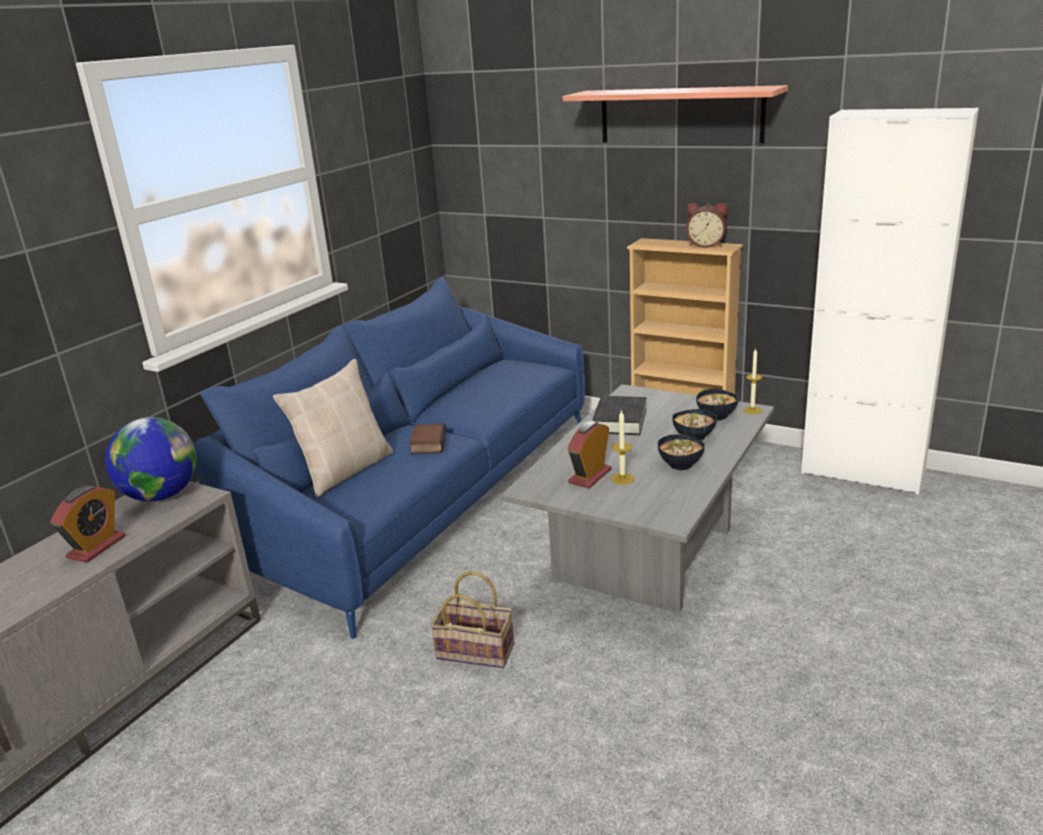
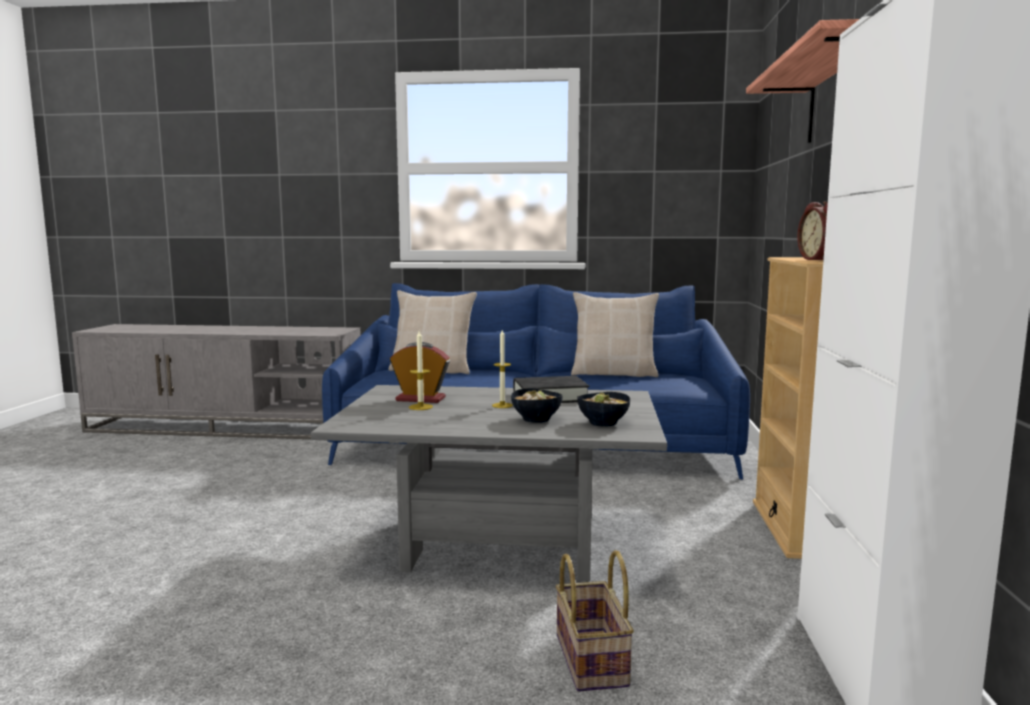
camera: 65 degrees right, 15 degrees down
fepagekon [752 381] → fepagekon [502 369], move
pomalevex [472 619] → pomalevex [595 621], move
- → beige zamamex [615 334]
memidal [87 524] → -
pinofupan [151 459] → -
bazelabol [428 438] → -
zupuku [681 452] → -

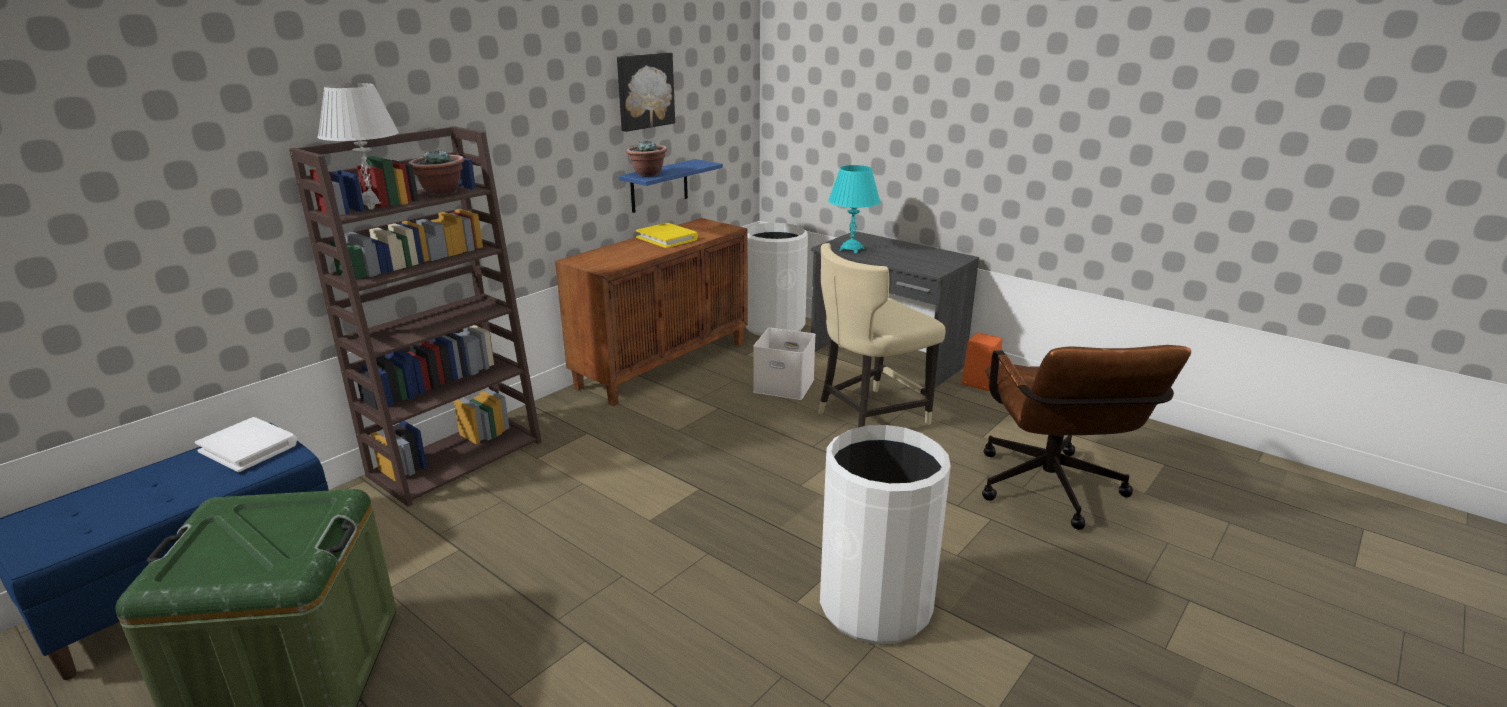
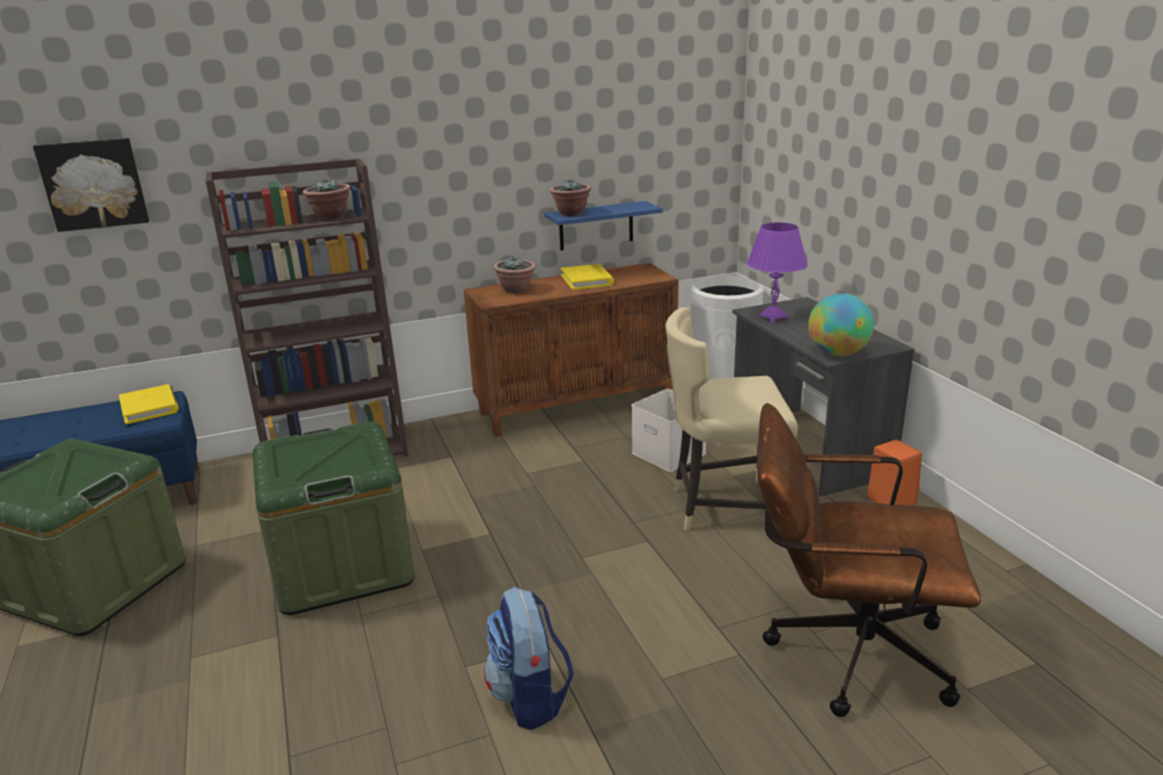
camera: 30 degrees right, 0 degrees up
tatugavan [646 92] → tatugavan [91 185], move
white bazelabol [246 444] → yellow bazelabol [149 404]
- → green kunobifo [333 518]
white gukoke [885 534] → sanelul [529 658]
- → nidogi [514 275]
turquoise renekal [854 209] → purple renekal [777 272]
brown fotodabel [1086 437] → brown fotodabel [869 560], 75 degrees clockwise
- → pinofupan [841 324]
white renekal [358 146] → -

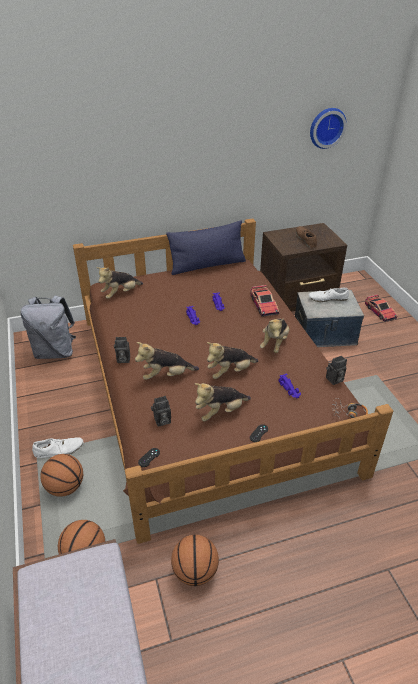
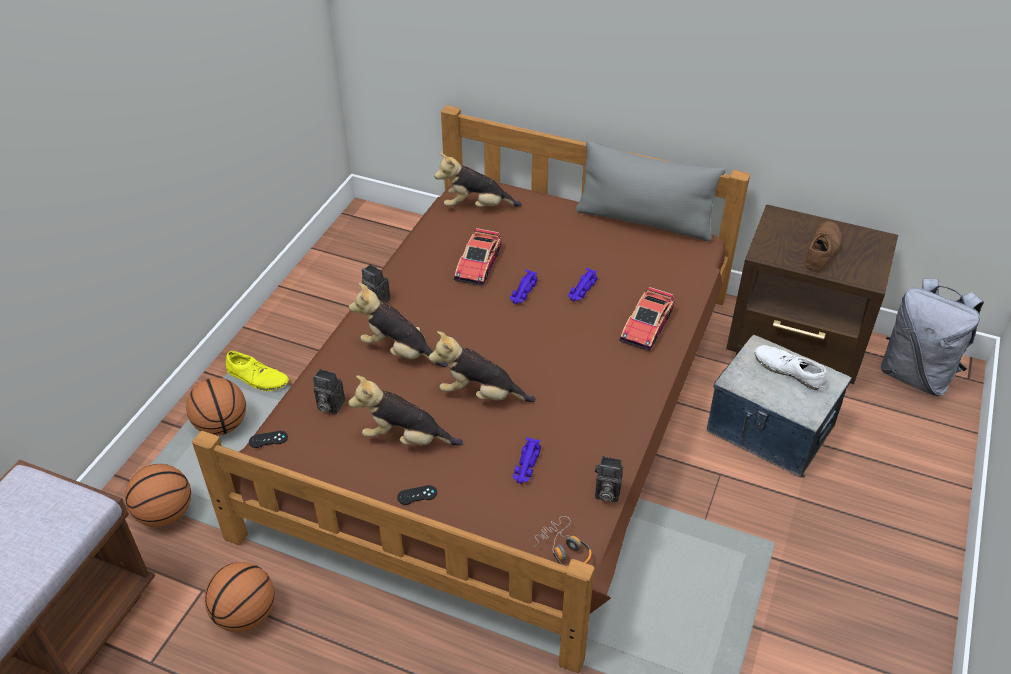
camera: 40 degrees right, 5 degrees up
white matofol [57 448] → yellow matofol [257 371]
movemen [381 308] → movemen [478 257], move
blue zamamex [206 247] → grey zamamex [651 191]
grey sanelul [48 327] → grey sanelul [932 337], move
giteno [274 335] → -
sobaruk [328 128] → -

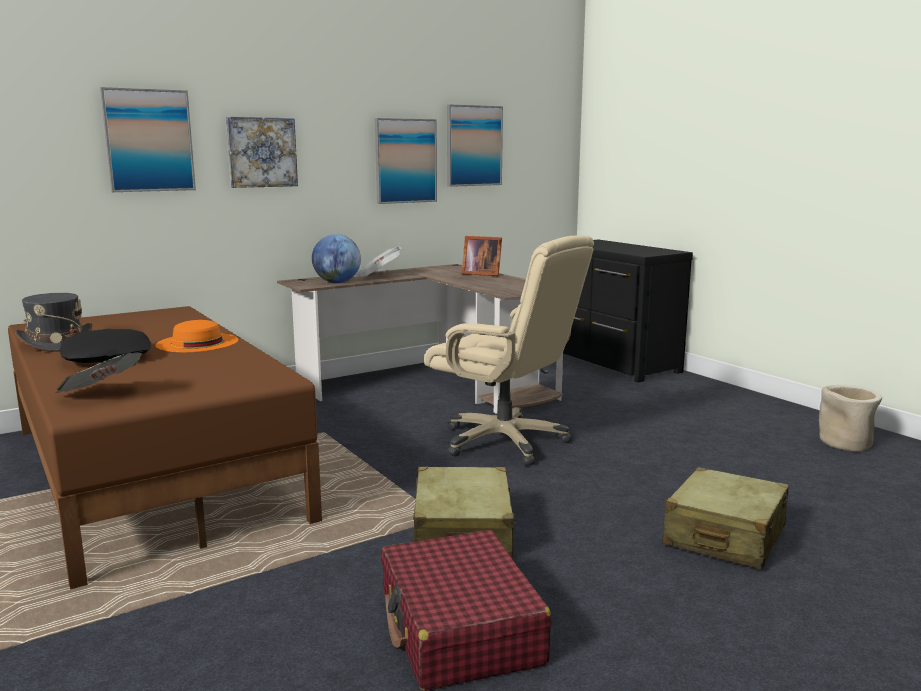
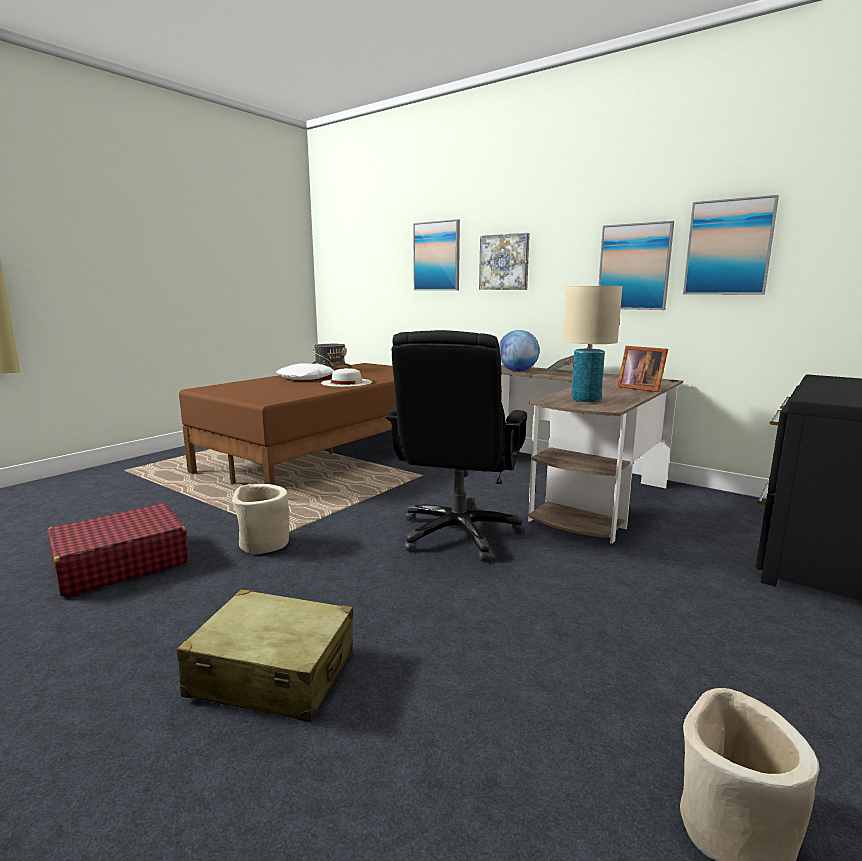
camera: 70 degrees right, 0 degrees up
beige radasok [464 512] → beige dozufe [260 519]
black zamamex [105 346] → white zamamex [305 371]
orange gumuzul [197 336] → white gumuzul [346 377]
beige fotodabel [509 350] → black fotodabel [456 445]
- → beige renekal [593 344]
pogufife [482 256] → pogufife [642 369], 45 degrees counterclockwise
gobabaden [98 373] → -

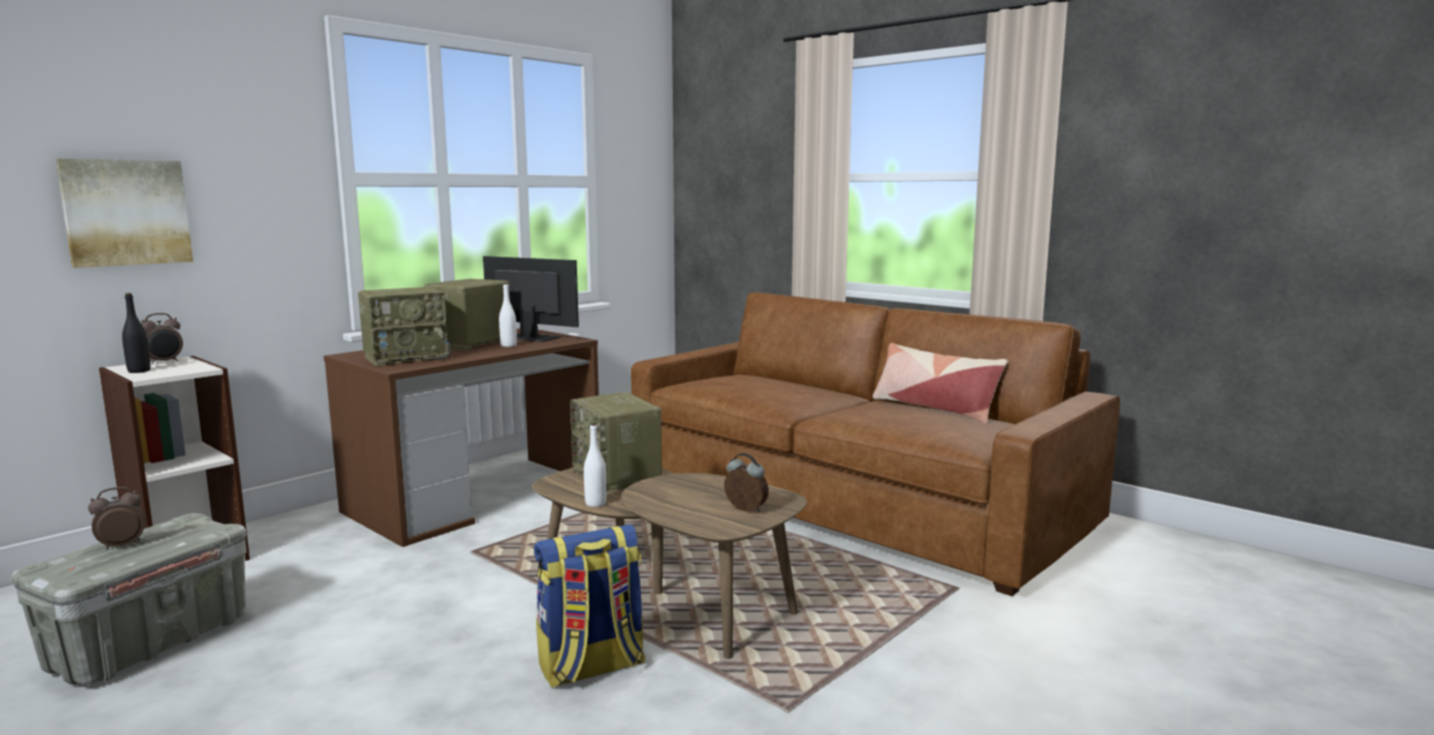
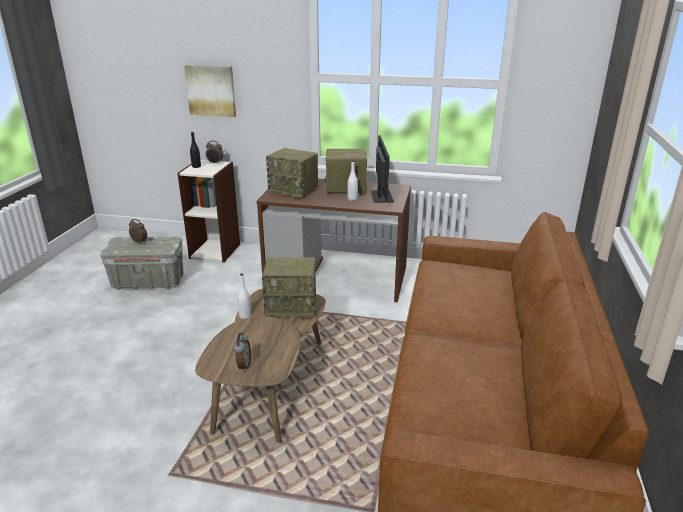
camera: 60 degrees right, 15 degrees up
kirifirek [616 442] → kirifirek [289 288], 120 degrees counterclockwise
sanelul [589 606] → -
zamamex [940 383] → -

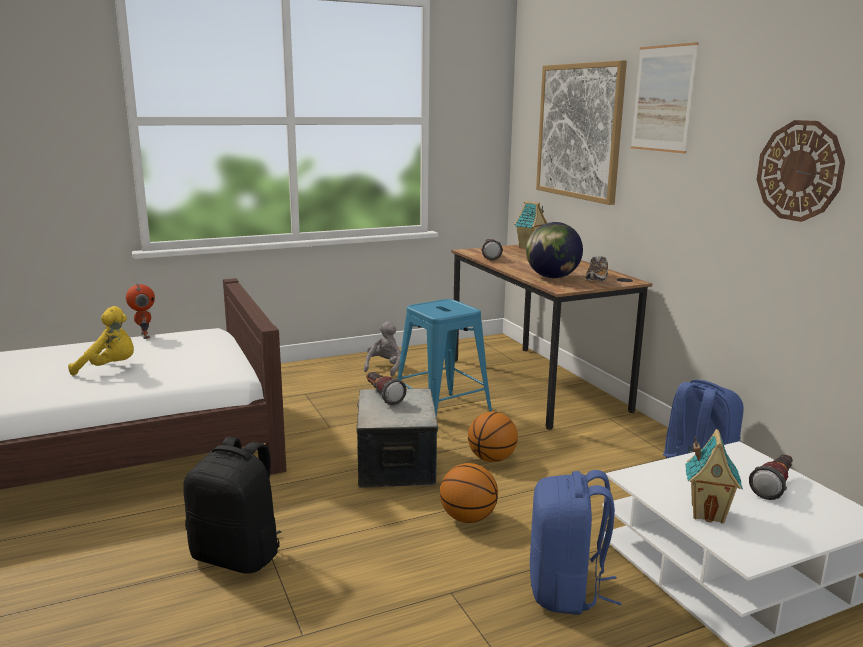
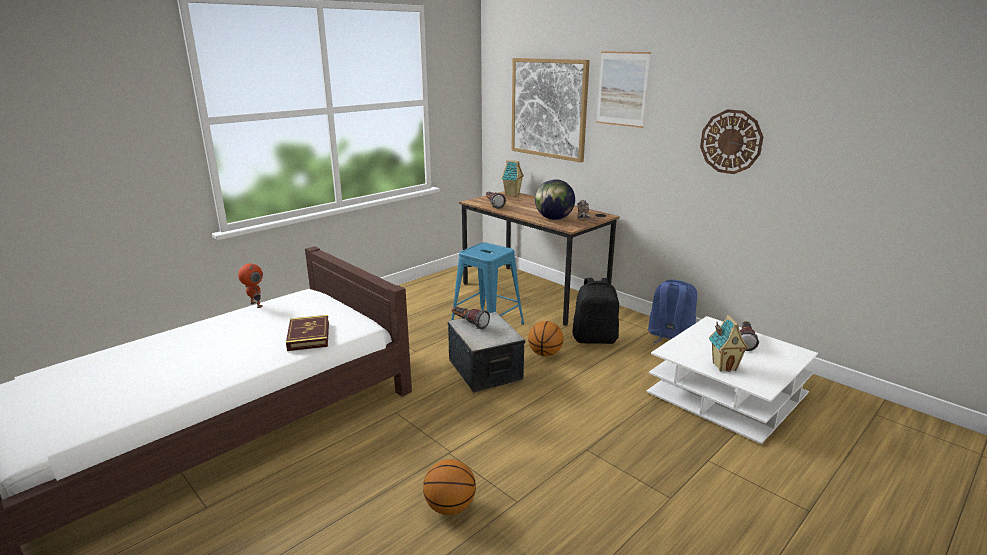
camera: 20 degrees left, 5 degrees up
- → bazelabol [307 333]
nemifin [469 493] → nemifin [449 487], move
black sanelul [232 505] → black sanelul [595 311], move
yellow giteno [101 341] → -
grey giteno [382 348] → -
blue sanelul [575 542] → -

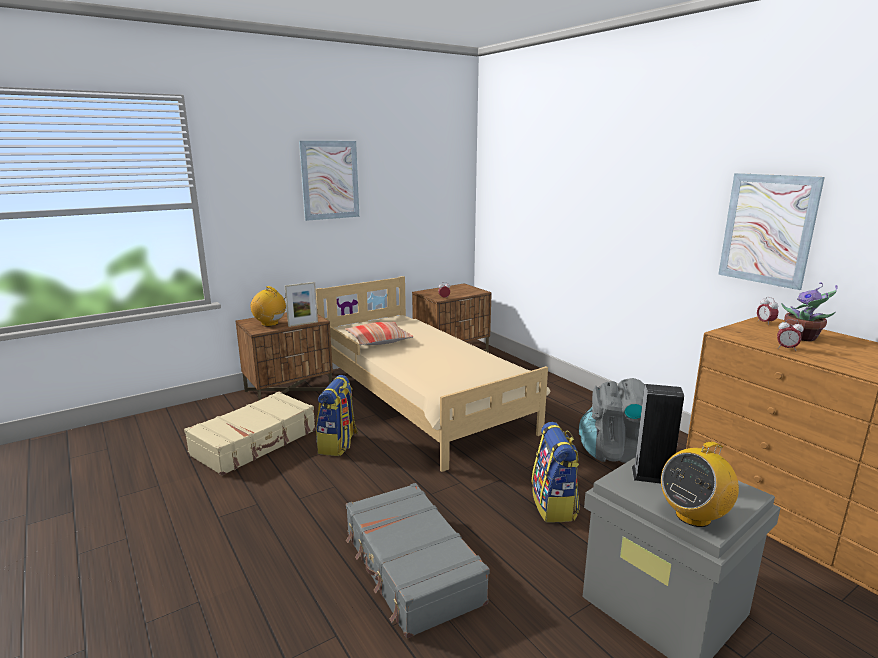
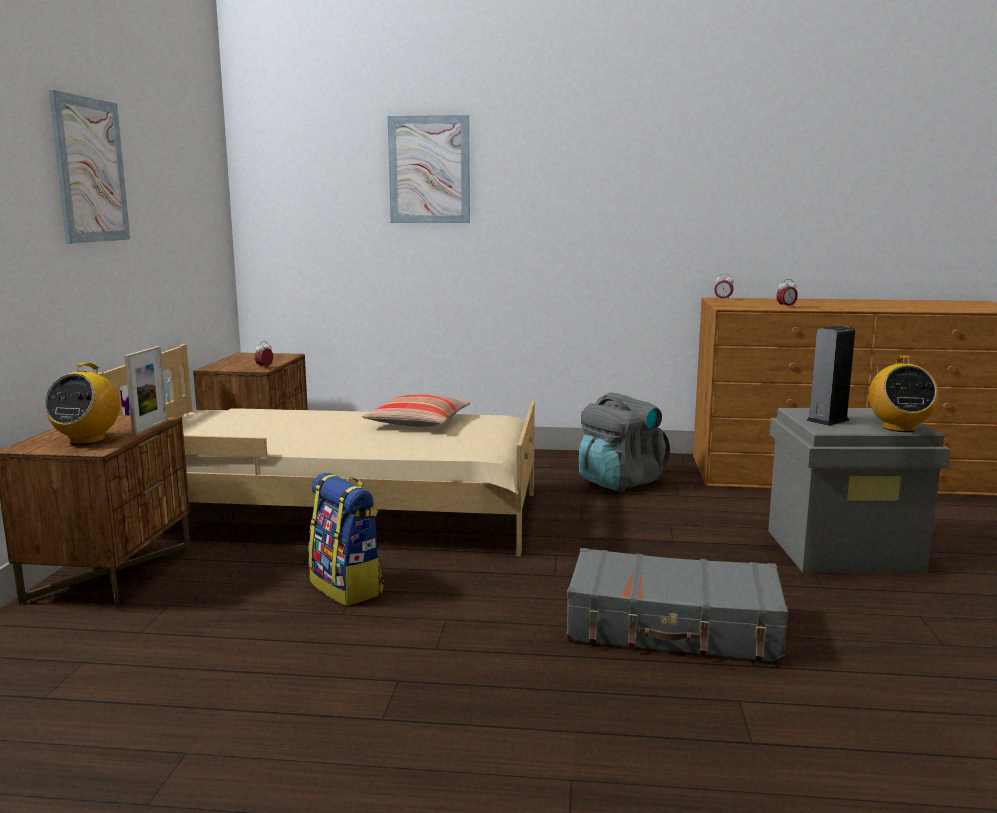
camera: 50 degrees left, 5 degrees down
kirifirek [268 306] → kirifirek [82 404], 60 degrees counterclockwise
zamamex [379 333] → zamamex [416 410], move
tatugavan [771 231] → tatugavan [429 169], move
beige radasok [250 434] → -
sanelul [555 472] → -
nidogi [809 311] → -

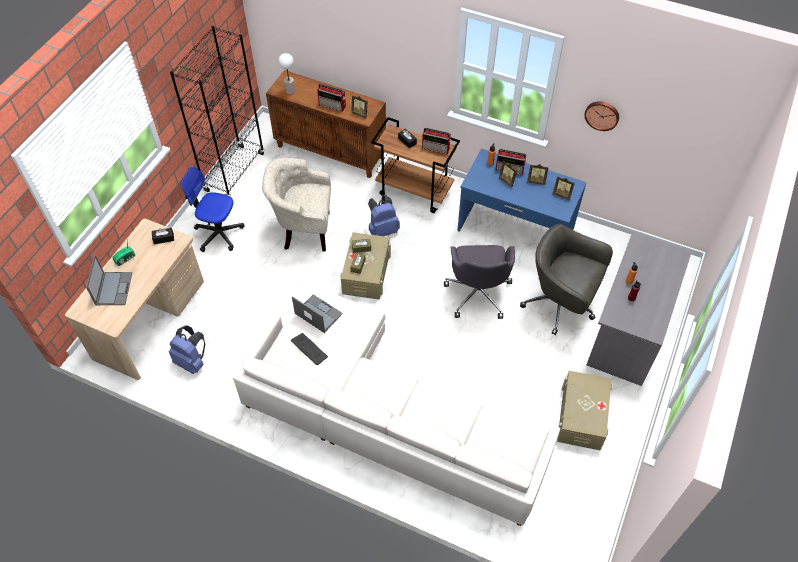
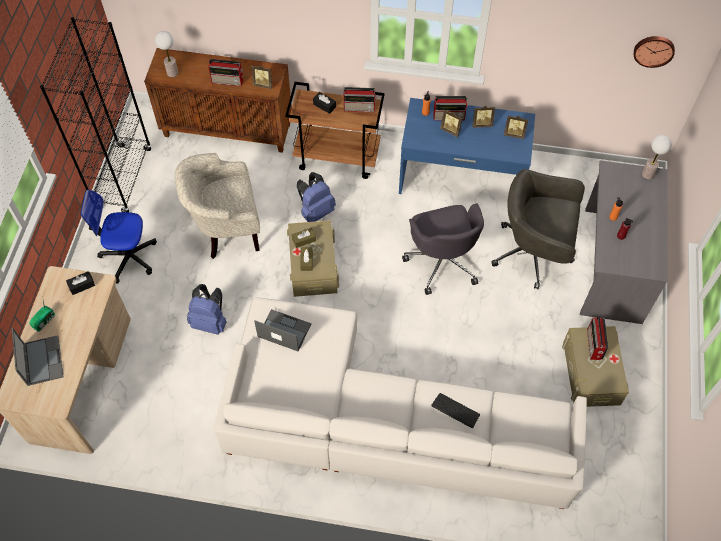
camera: 15 degrees left, 5 degrees up
blue sanelul [187 349] → blue sanelul [207 309], move
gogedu [309 349] → gogedu [455 410], move
- → kirifirek [597 338]
sobaruk [601 116] → sobaruk [654 52], move
- → renekal [657 157]

